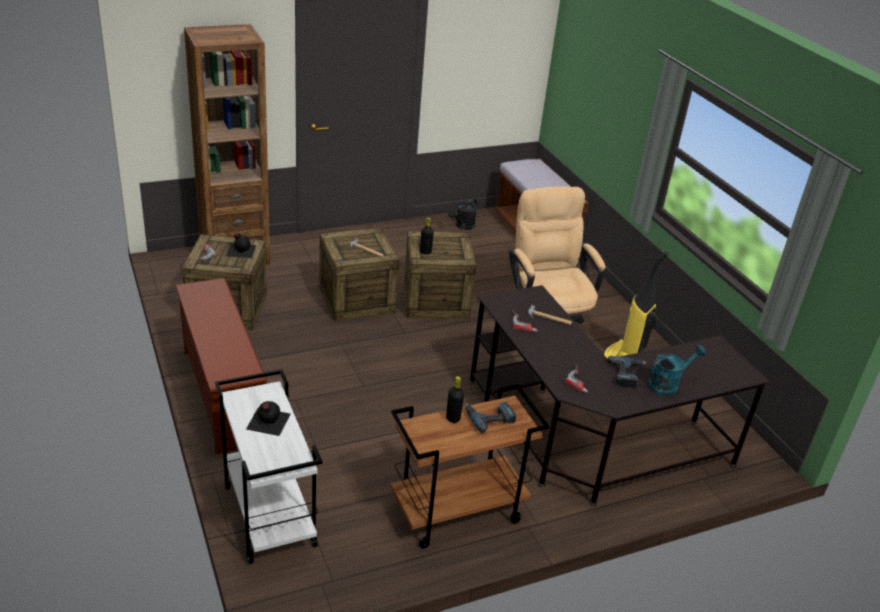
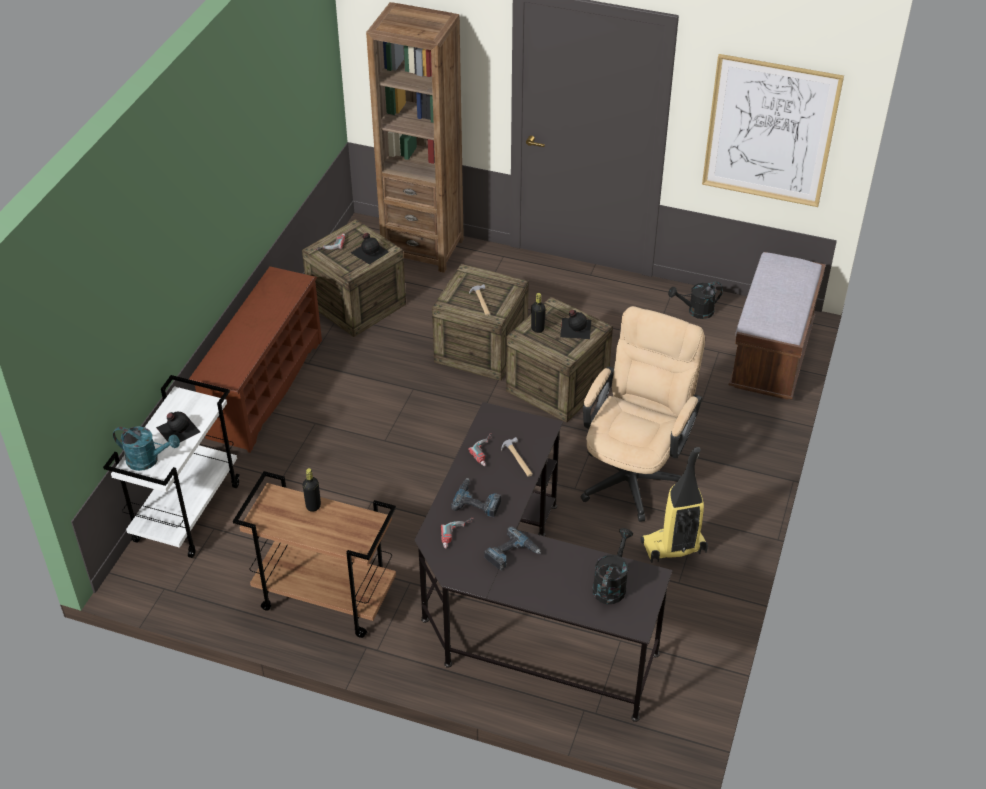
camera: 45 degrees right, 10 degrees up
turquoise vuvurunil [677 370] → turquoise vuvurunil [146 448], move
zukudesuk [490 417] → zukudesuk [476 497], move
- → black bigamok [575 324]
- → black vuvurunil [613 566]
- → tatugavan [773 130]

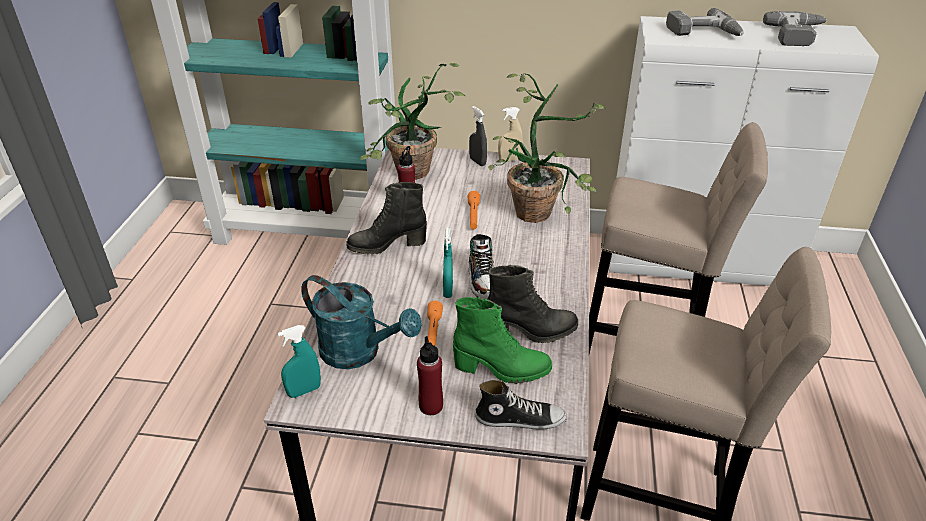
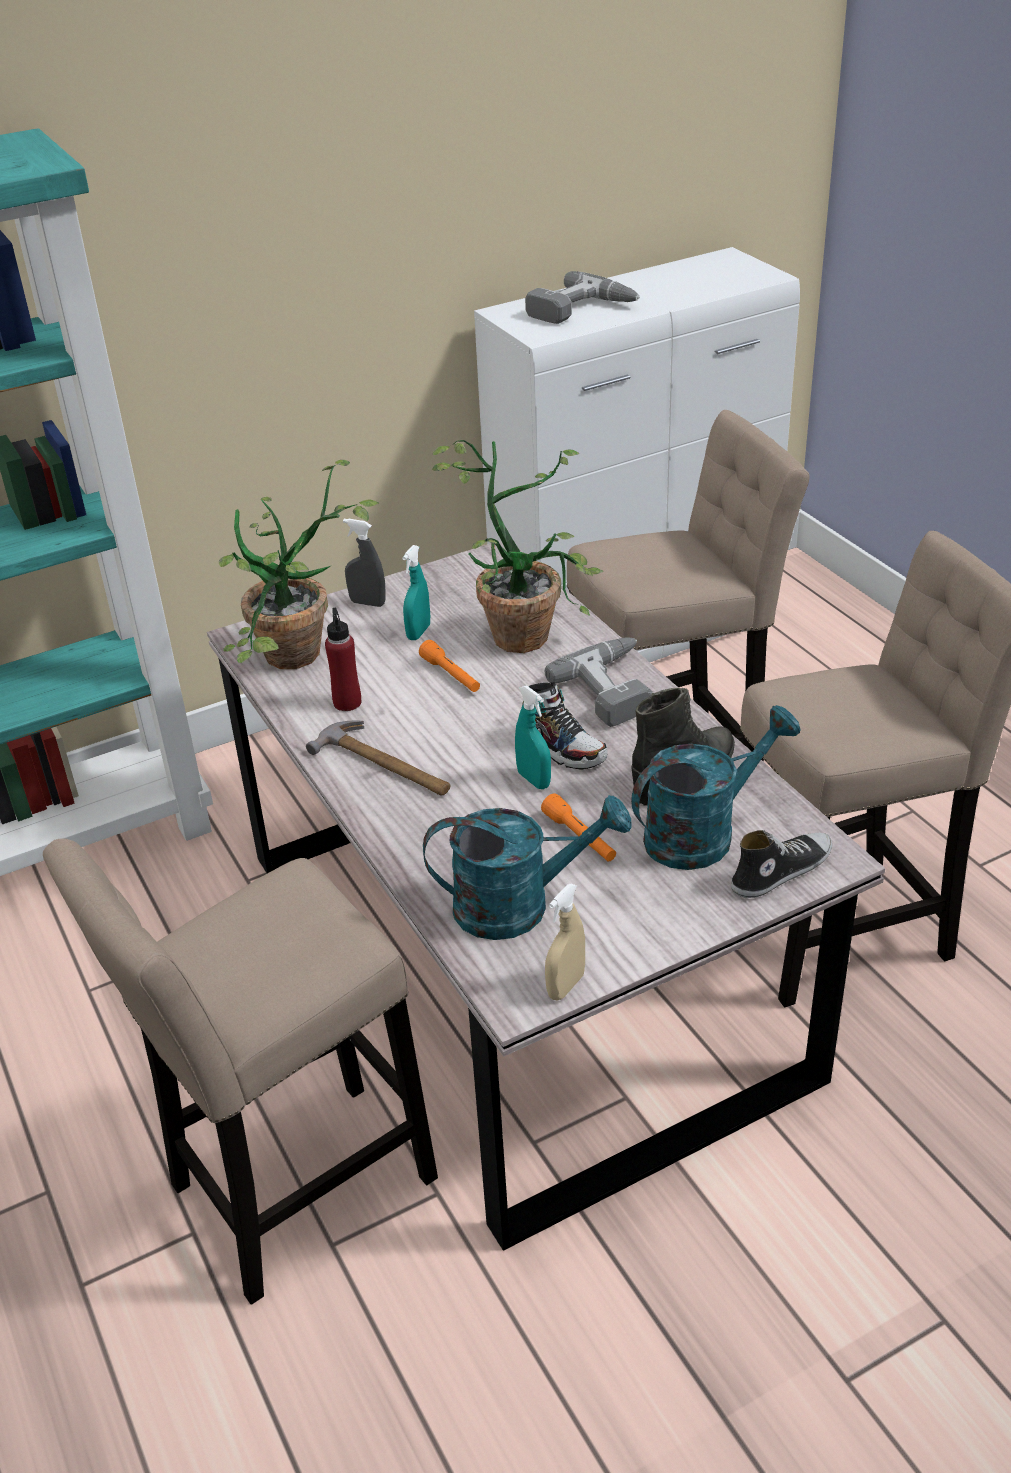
camera: 35 degrees left, 0 degrees up
- → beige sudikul [240 1072]
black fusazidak [386 218] → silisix [378 758]
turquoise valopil [299 361] → turquoise valopil [416 592], move
zukudesuk [795 28] → zukudesuk [599 682], move
beige valopil [510 134] → beige valopil [565 942], move
green fusazidak [502 340] → turquoise vuvurunil [715 787]
red bigamok [430 375] → -

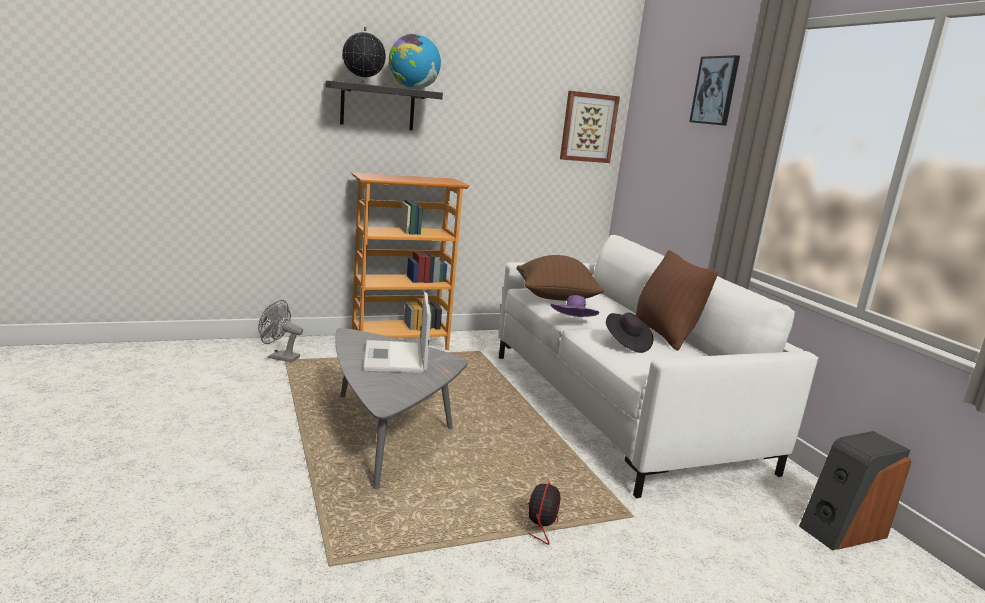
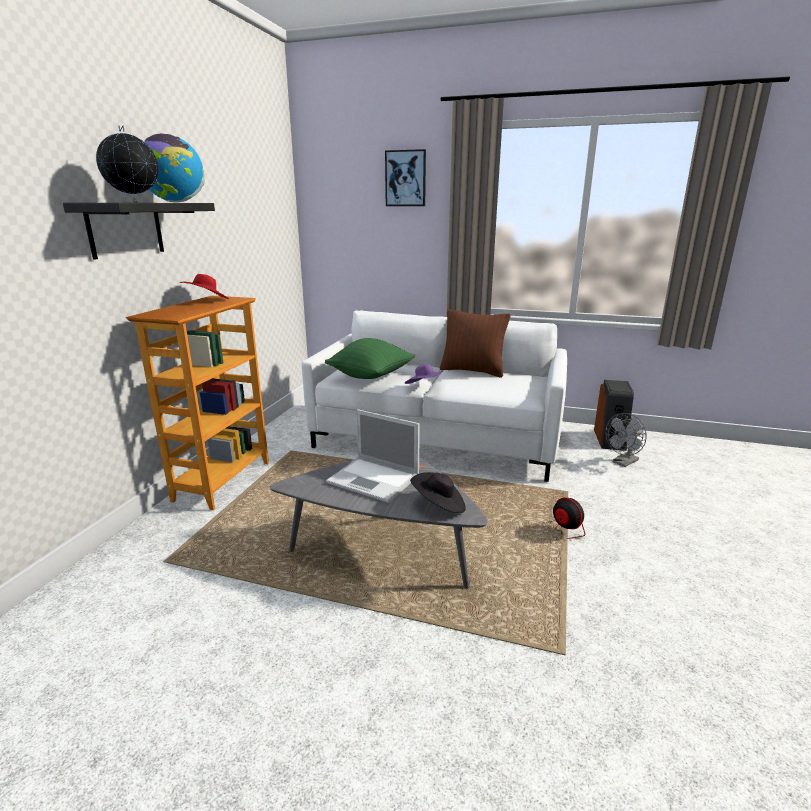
camera: 50 degrees left, 5 degrees up
- → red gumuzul [204 286]
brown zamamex [560 278] → green zamamex [370 358]
black gumuzul [629 333] → black gumuzul [438 492], move
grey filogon [280 331] → grey filogon [626 440], move
tatugavan [590 127] → -

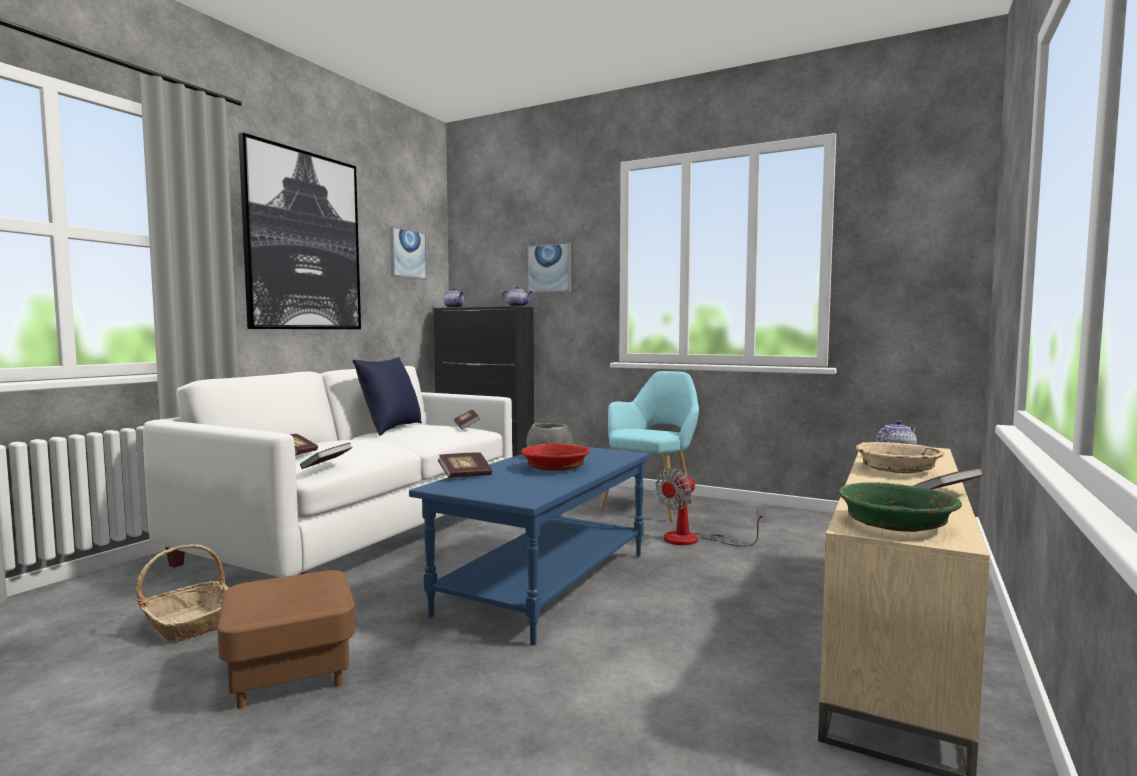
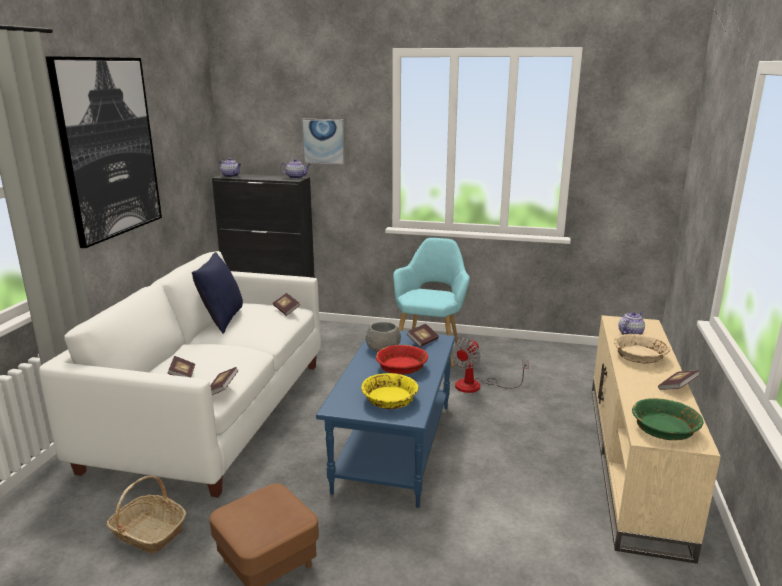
camera: 15 degrees left, 15 degrees up
- → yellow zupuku [390 391]
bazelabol [465 465] → bazelabol [423 335], move
tatugavan [408 253] → -

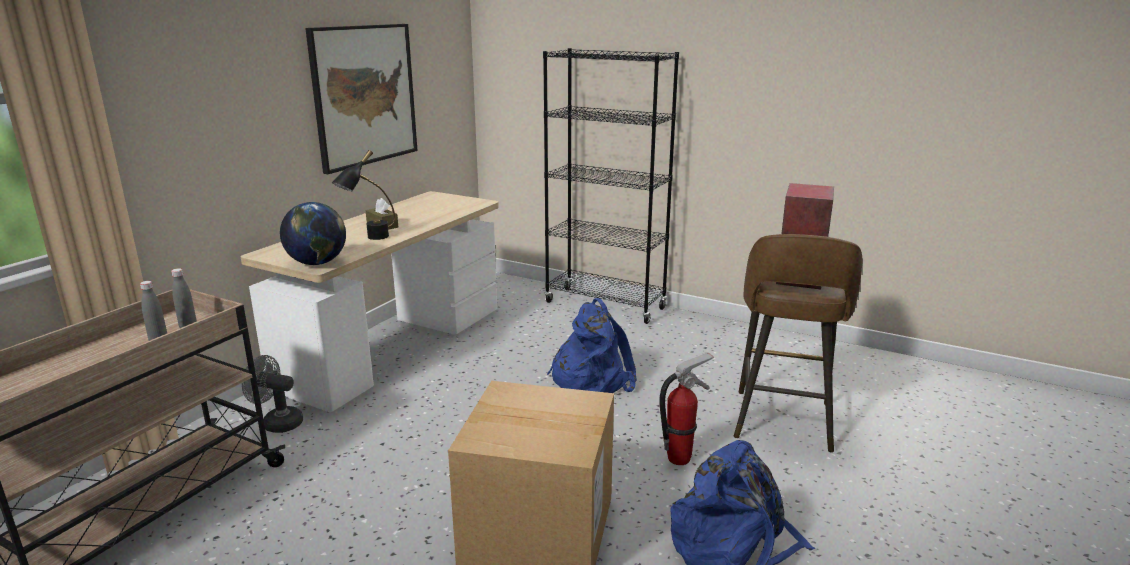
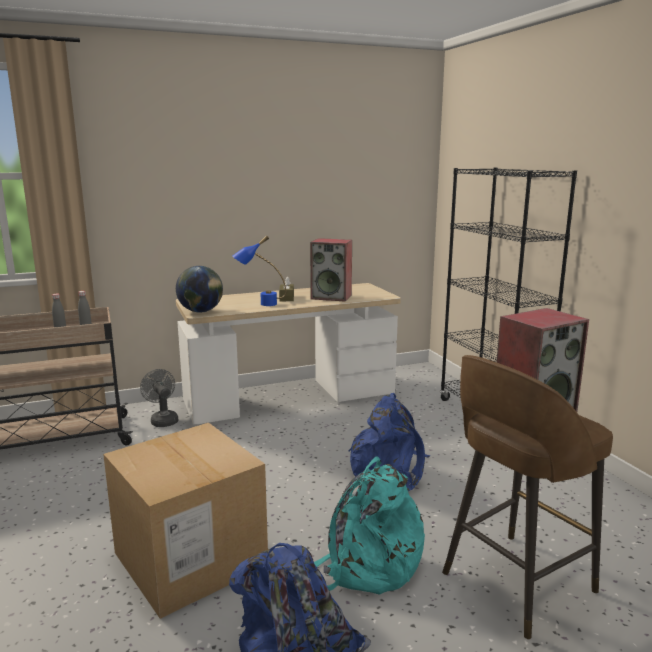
camera: 40 degrees right, 5 degrees down
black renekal [363 195] → blue renekal [259 270]
- → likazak [331 270]
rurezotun [686 408] → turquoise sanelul [369 525]
tatugavan [361 99] → -

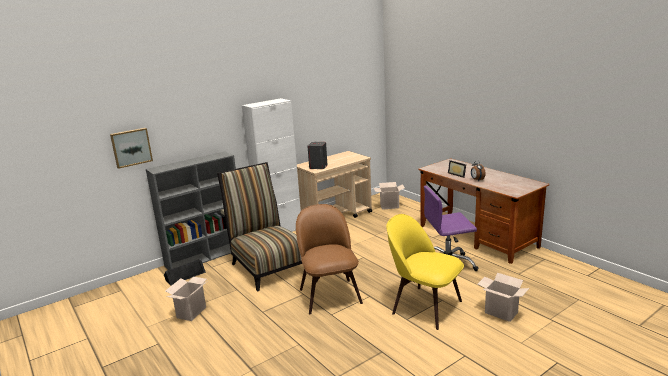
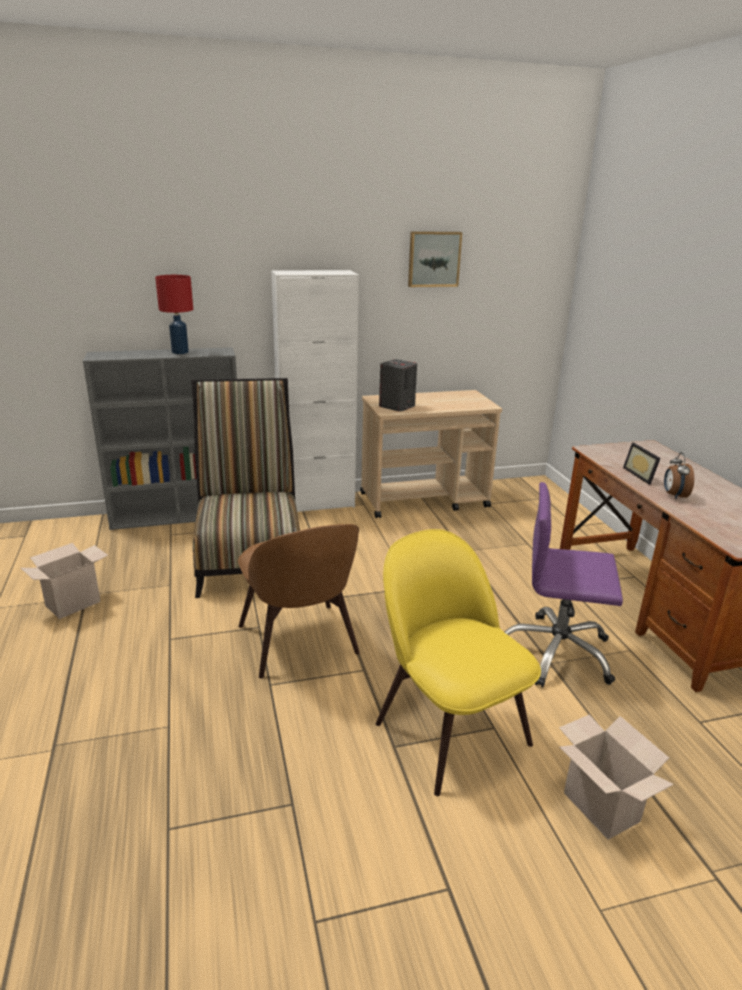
camera: 20 degrees right, 5 degrees up
- → red renekal [174 314]
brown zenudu [329 259] → brown zenudu [299 601], 150 degrees clockwise
tatugavan [131 148] → tatugavan [435 259], move
black likazak [185 272] → -
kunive [389 196] → -

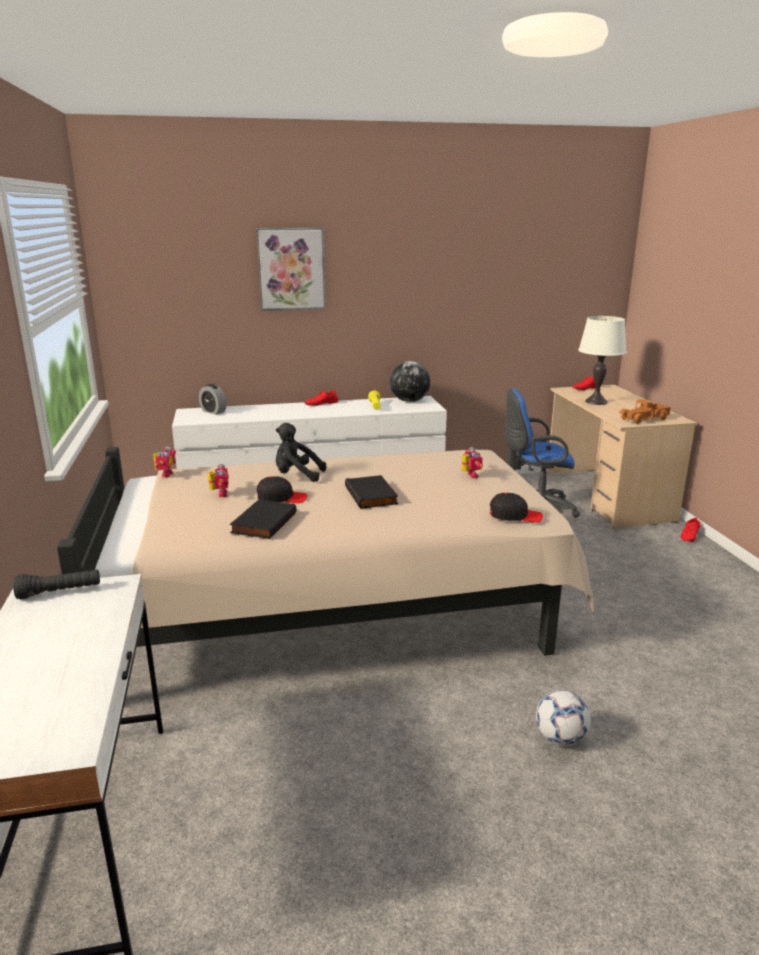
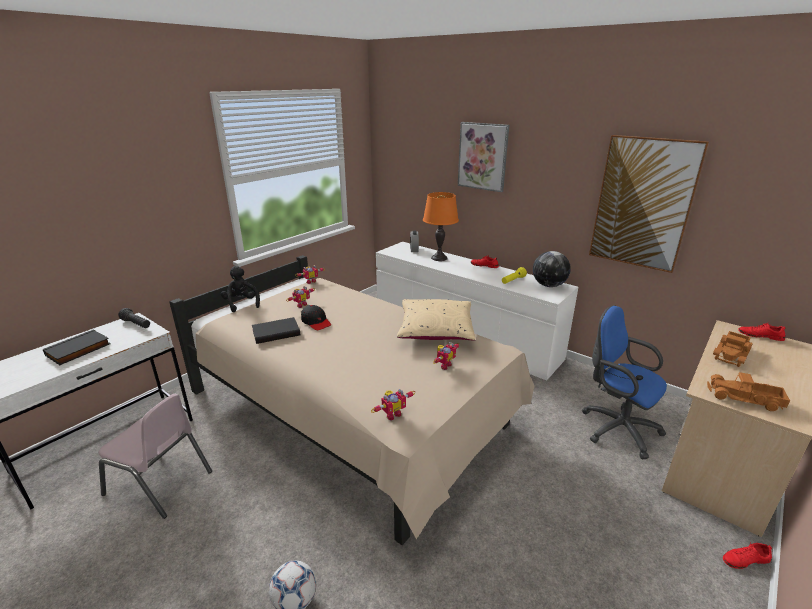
camera: 50 degrees right, 5 degrees up
black bazelabol [371 492] → black bazelabol [77 347], move
- → pink zenudu [155 456]
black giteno [301 452] → black giteno [240 289], move
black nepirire [516 508] → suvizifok [393 405]
- → beige zamamex [436 319]
- → orange renekal [441 226]
- → tatugavan [649 204]
white renekal [602 360] → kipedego [733 349]

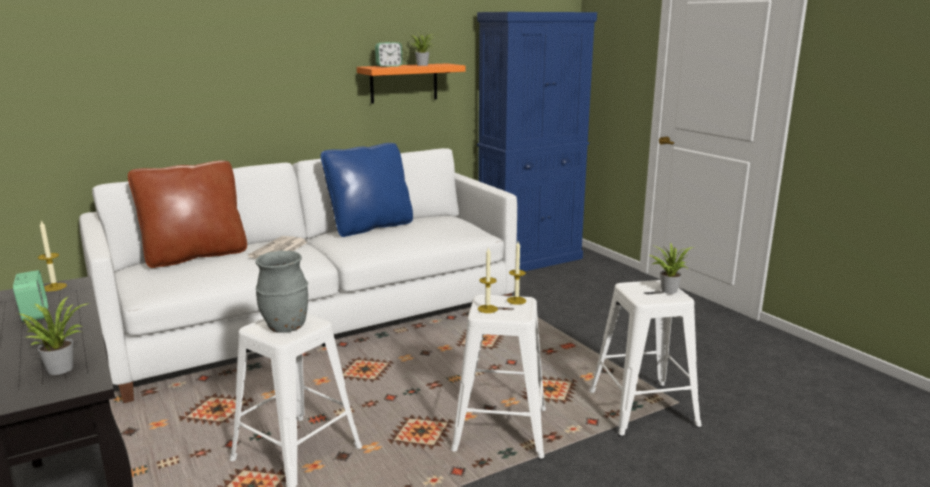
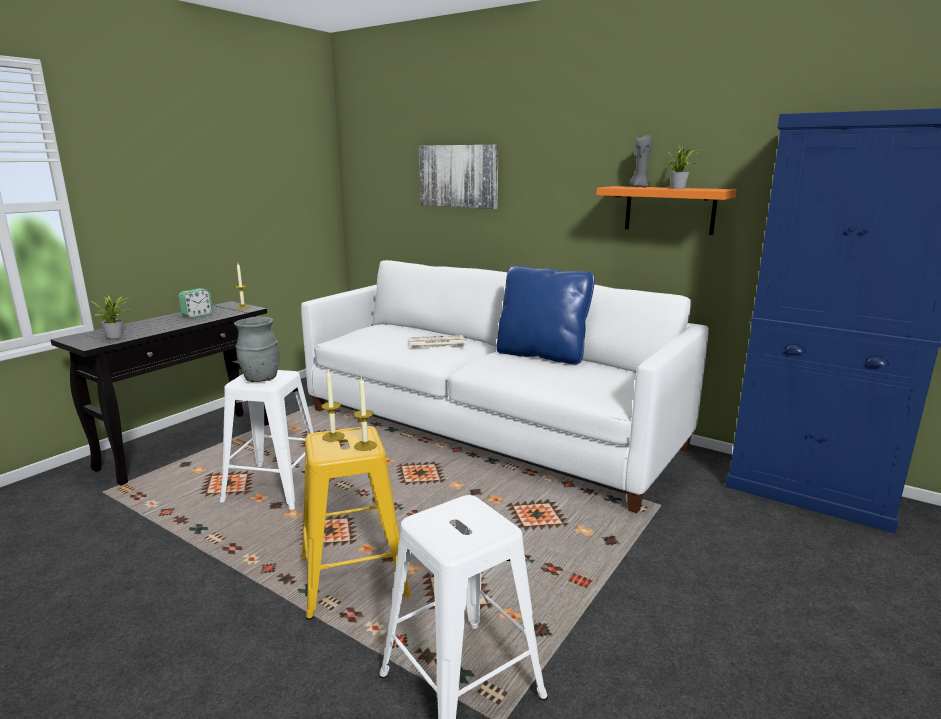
camera: 65 degrees right, 0 degrees up
white sudikul [498 377] → yellow sudikul [356 523]
- → tatugavan [458 177]
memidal [389 54] → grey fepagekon [641 161]
brown zamamex [187 214] → -
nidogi [671 268] → -

